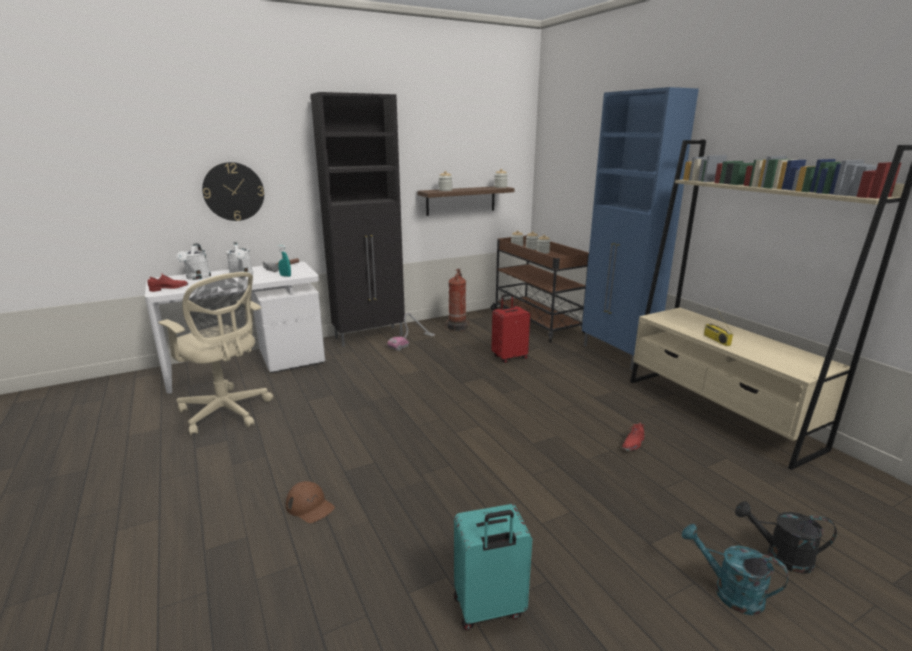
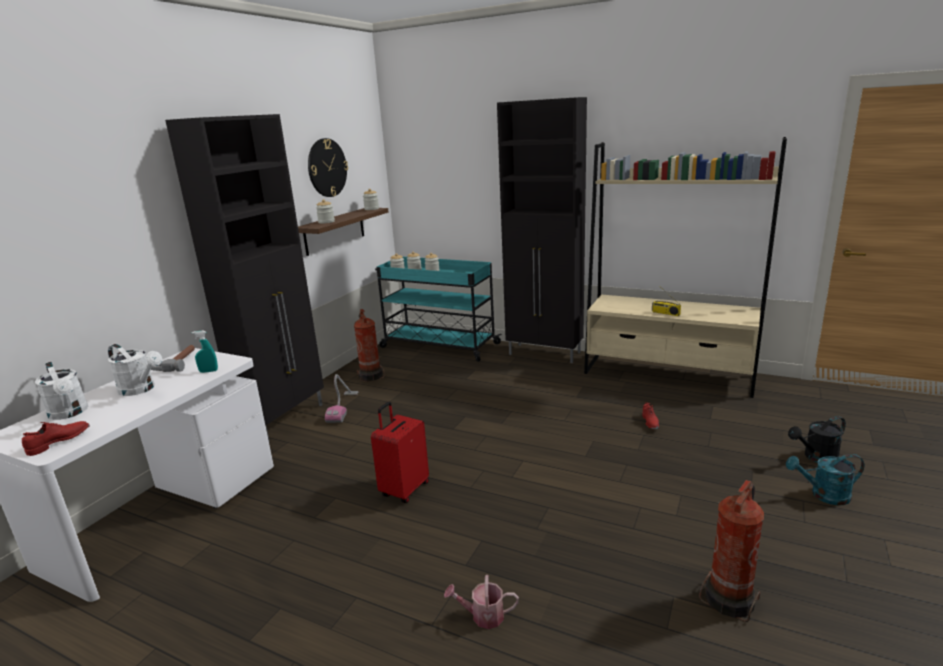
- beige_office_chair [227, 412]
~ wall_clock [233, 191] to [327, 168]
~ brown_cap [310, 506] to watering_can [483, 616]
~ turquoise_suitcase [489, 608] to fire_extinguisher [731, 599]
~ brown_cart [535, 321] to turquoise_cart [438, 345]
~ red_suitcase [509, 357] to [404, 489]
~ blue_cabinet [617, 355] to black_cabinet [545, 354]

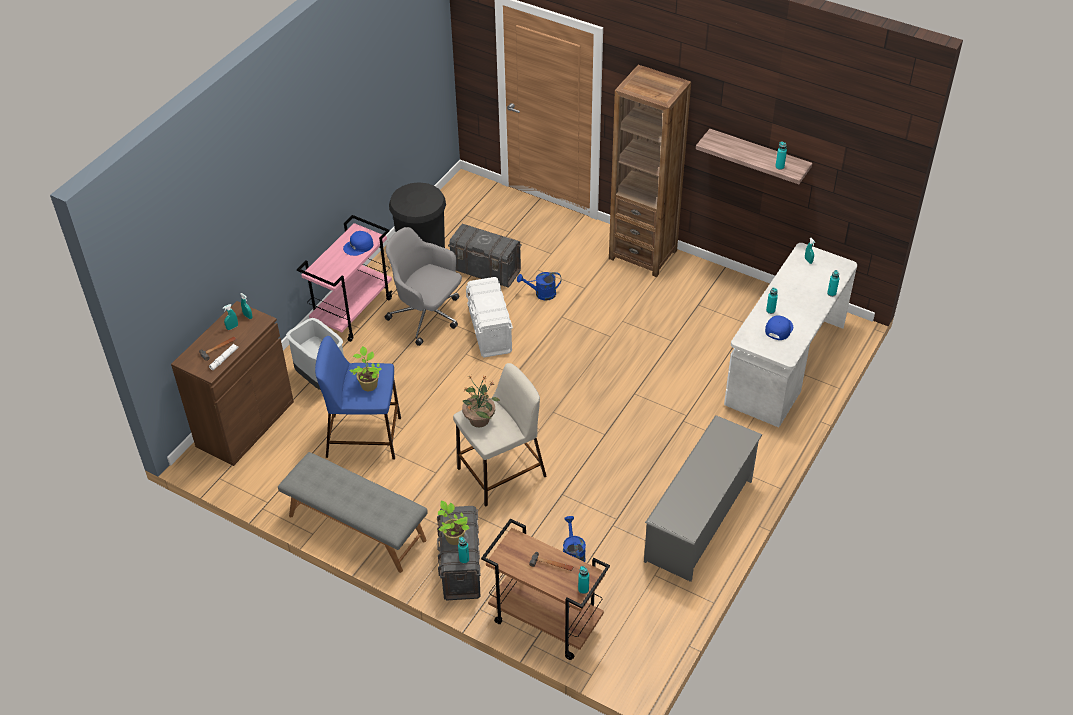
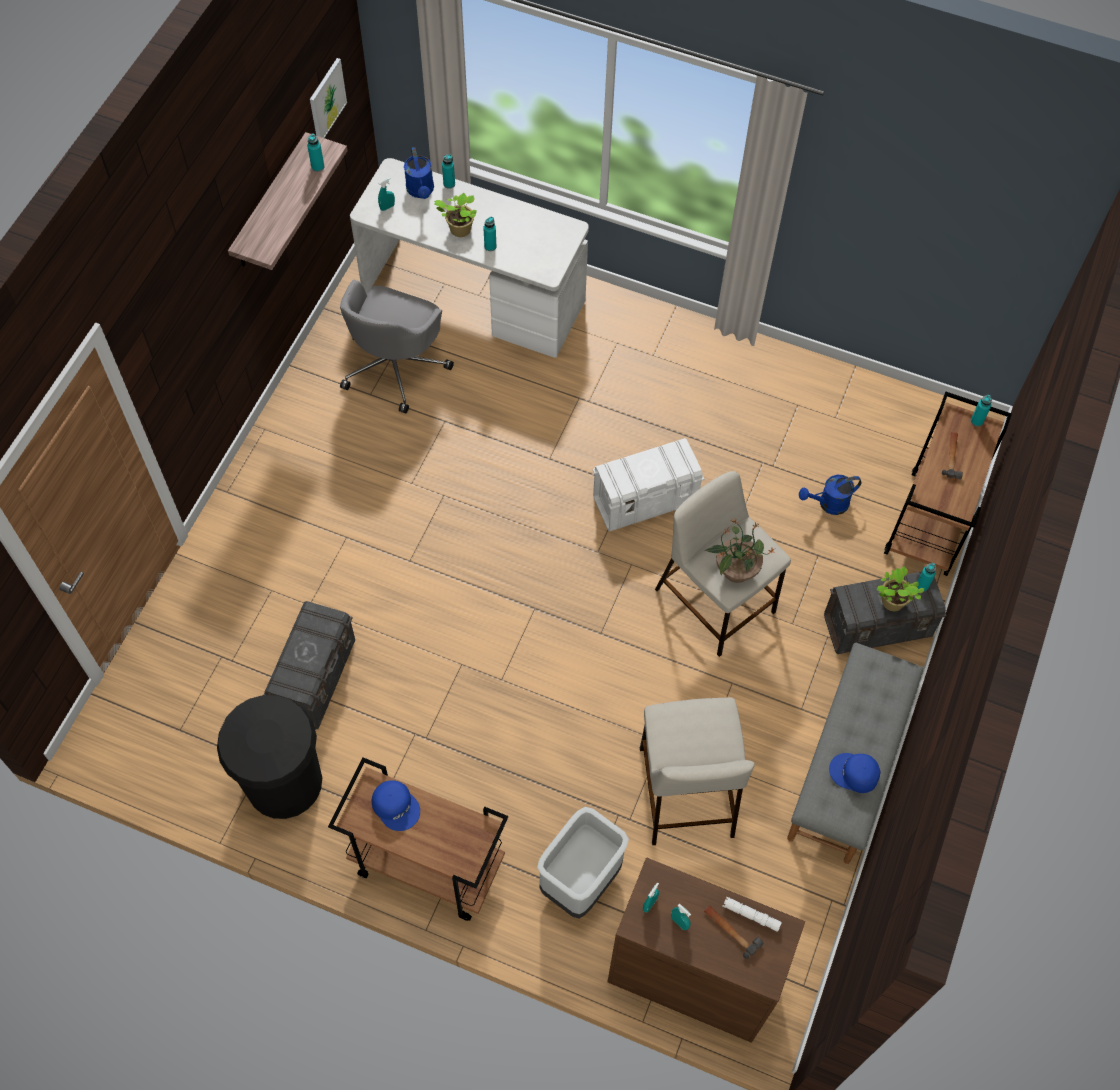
~ pink_cart [353, 311] to brown_cart [426, 865]
~ blue_stool [365, 436] to beige_stool [685, 790]
~ potted_plant [368, 384] to [459, 230]
~ grey_office_chair [427, 316] to [395, 366]
~ white_storage_box [490, 332] to [645, 501]
~ blue_watering_can [541, 294] to [421, 191]
- brown_bookcase [643, 254]
- grey_shoe_rack [699, 520]
~ blue_cap [778, 329] to [854, 773]
+ picture [327, 100]

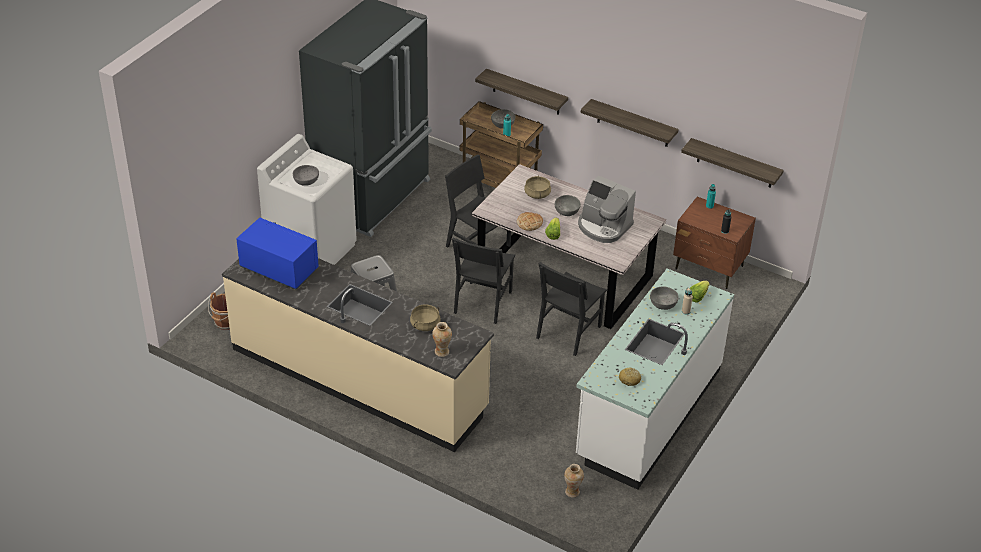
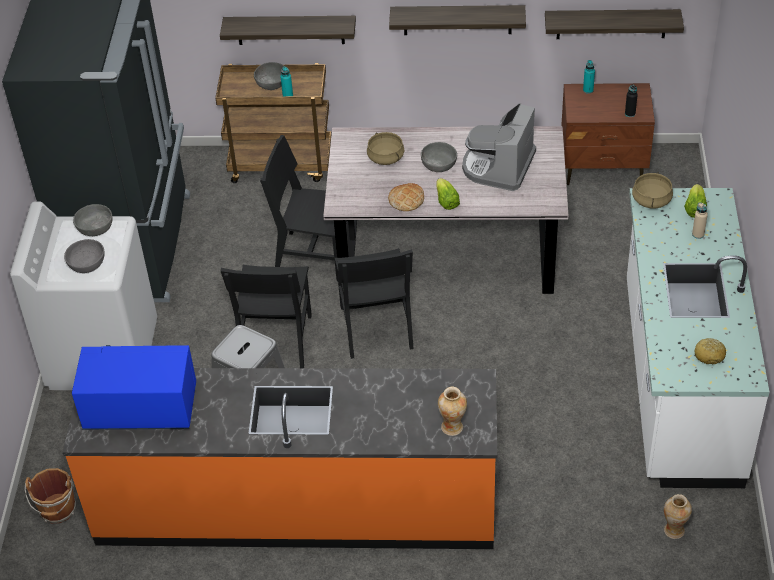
~ beige_counter [359, 378] to orange_counter [296, 505]
~ beige_cooking_pot [425, 325] to [651, 200]
~ black_chair [568, 332] to [276, 340]
~ coffee_machine [603, 226] = [498, 166] 105 degrees clockwise
~ grey_bowl [663, 303] to [95, 228]

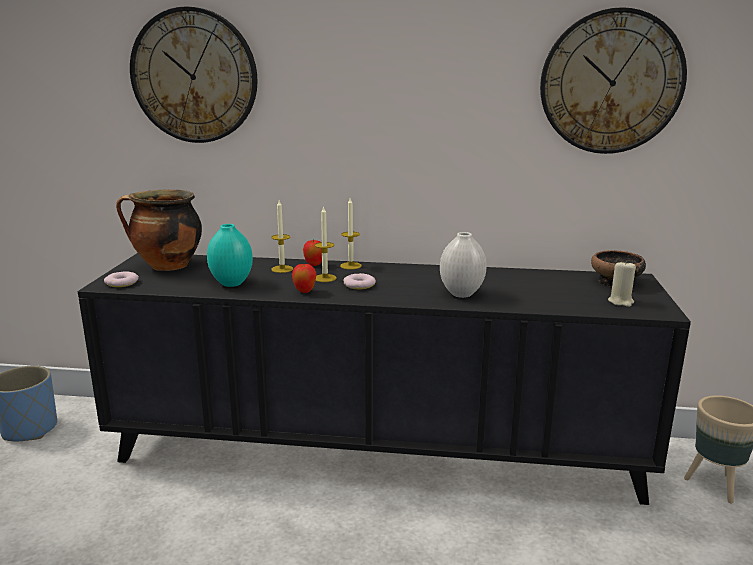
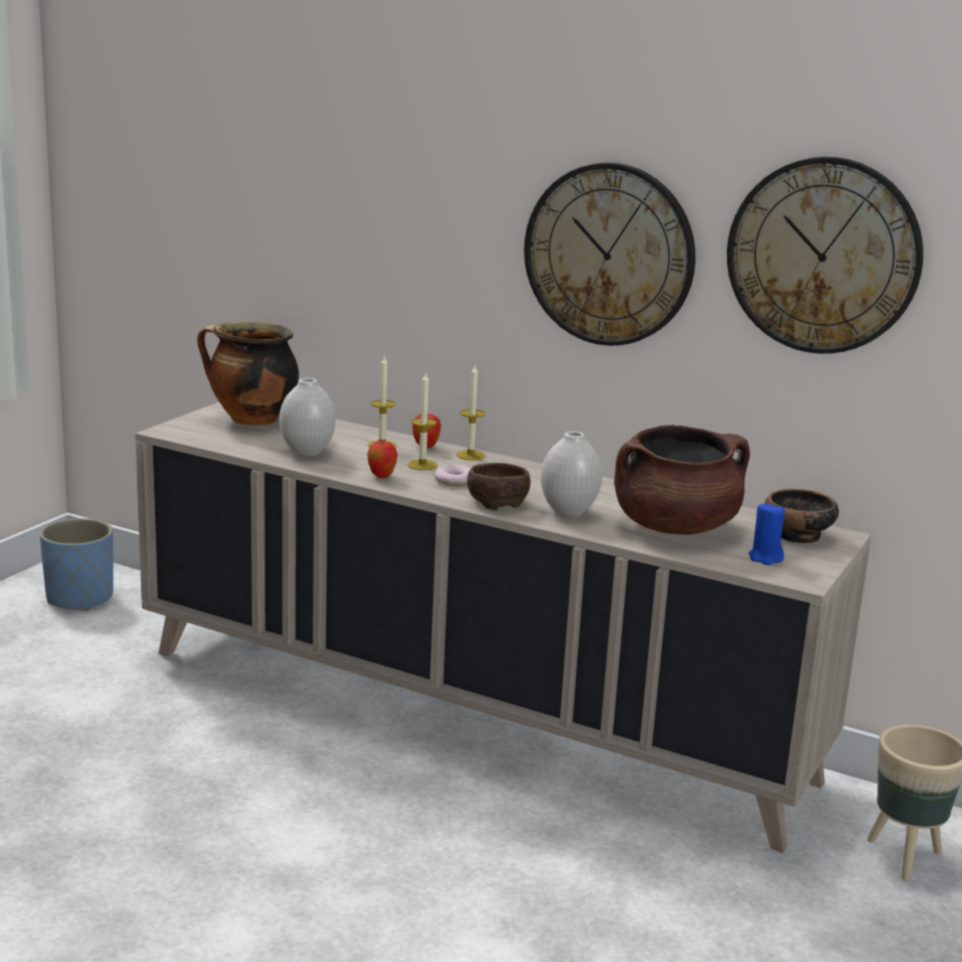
~ black_cabinet [376, 451] to beige_cabinet [469, 713]
- donut [121, 283]
~ wall_clock [194, 76] to [609, 254]
~ turquoise_vase [232, 283] to white_vase [308, 452]
~ beige_candle [621, 301] to blue_candle [765, 558]
+ brown_bowl [496, 501]
+ brown_cooking_pot [675, 527]

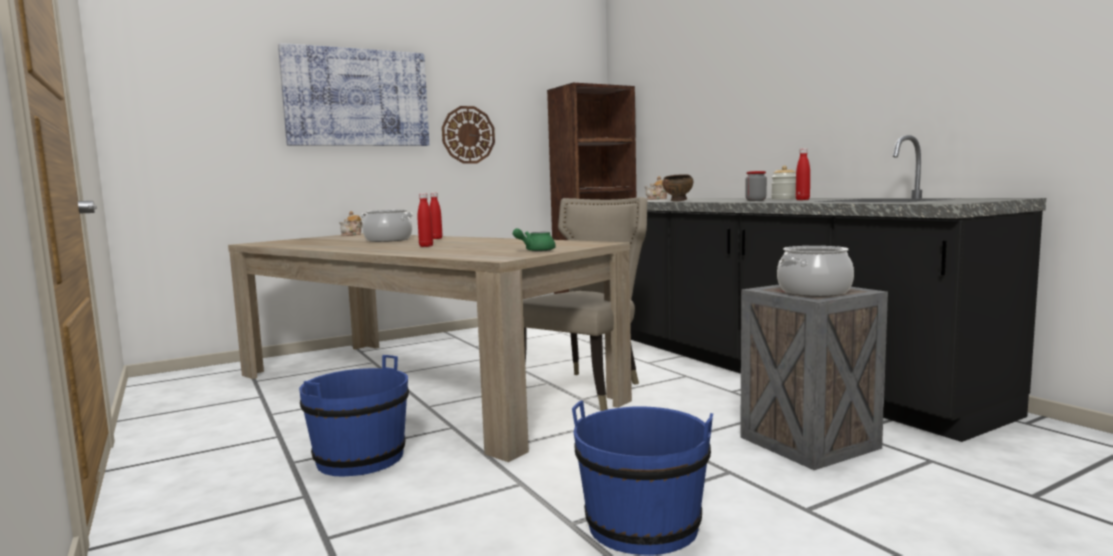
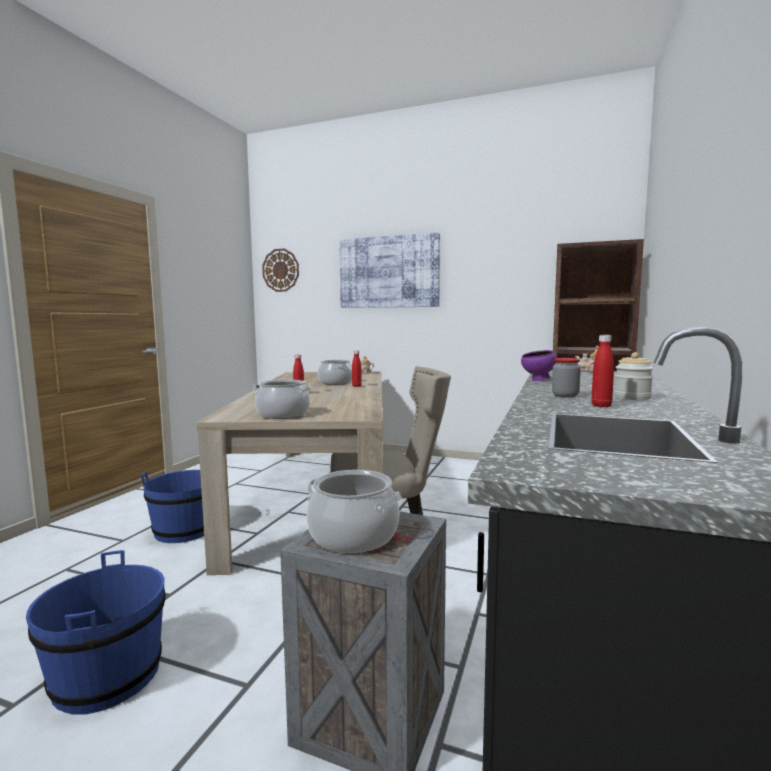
~ wall_clock [468, 135] to [280, 270]
~ green_teapot [535, 251] to cooking_pot [283, 415]
~ brown_bowl [678, 201] to purple_bowl [538, 380]

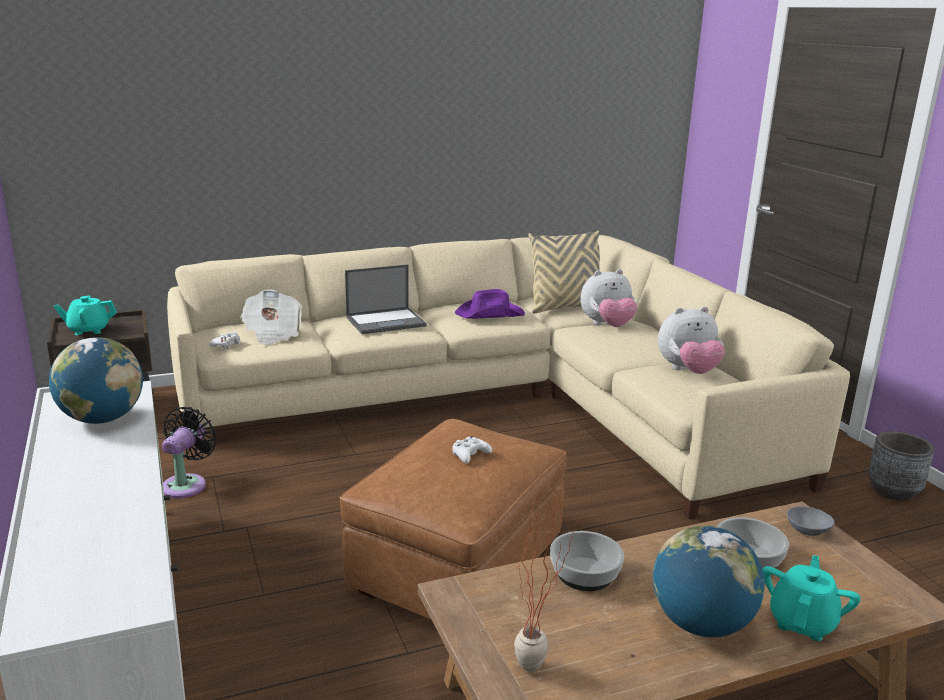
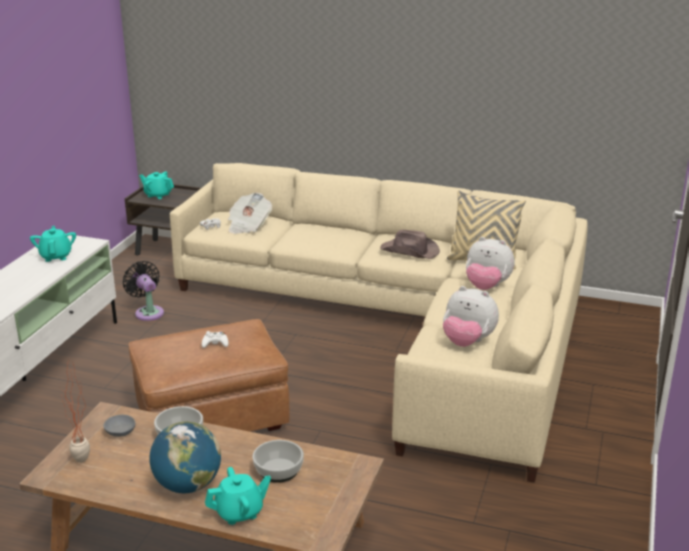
~ globe [102, 419] to turquoise_teapot [56, 256]
~ black_fan [187, 484] = [148, 312] 90 degrees counterclockwise
- laptop [386, 321]
~ purple_hat [490, 314] to brown_hat [410, 251]
~ grey_bowl [808, 528] to [121, 431]
- grey_planter [893, 491]

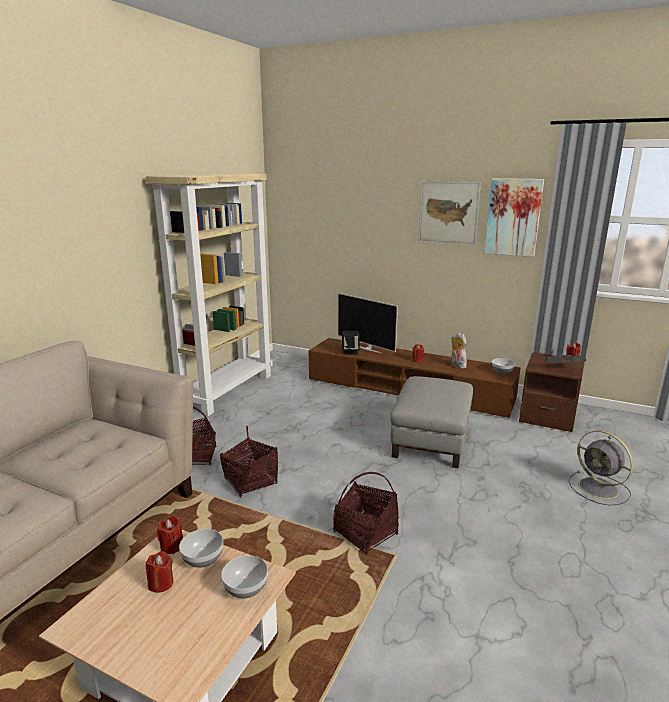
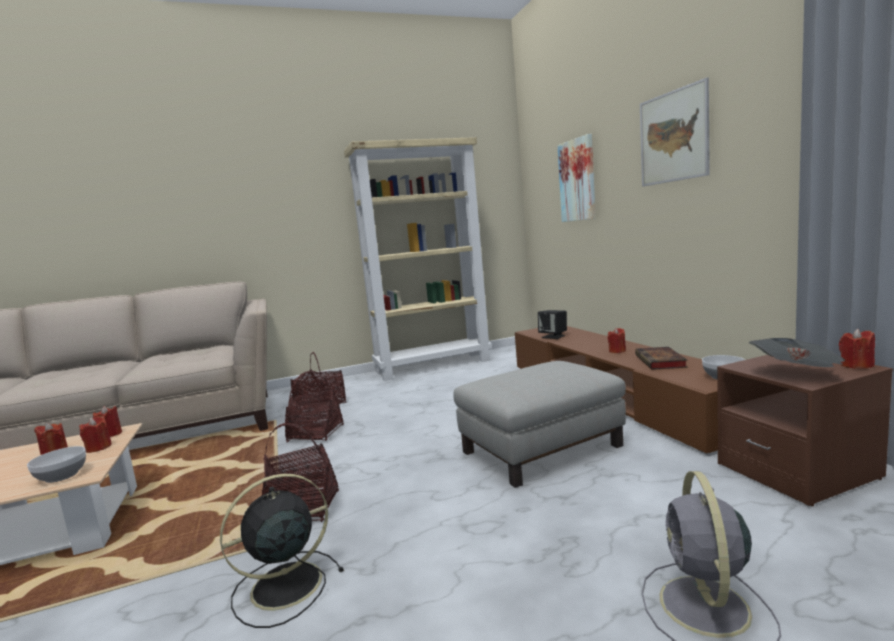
~ bowl [202, 559] to red_candle [98, 448]
- television [367, 348]
~ plush_toy [457, 365] to book [661, 362]
~ picture [513, 217] to [577, 180]
+ black_fan [283, 586]

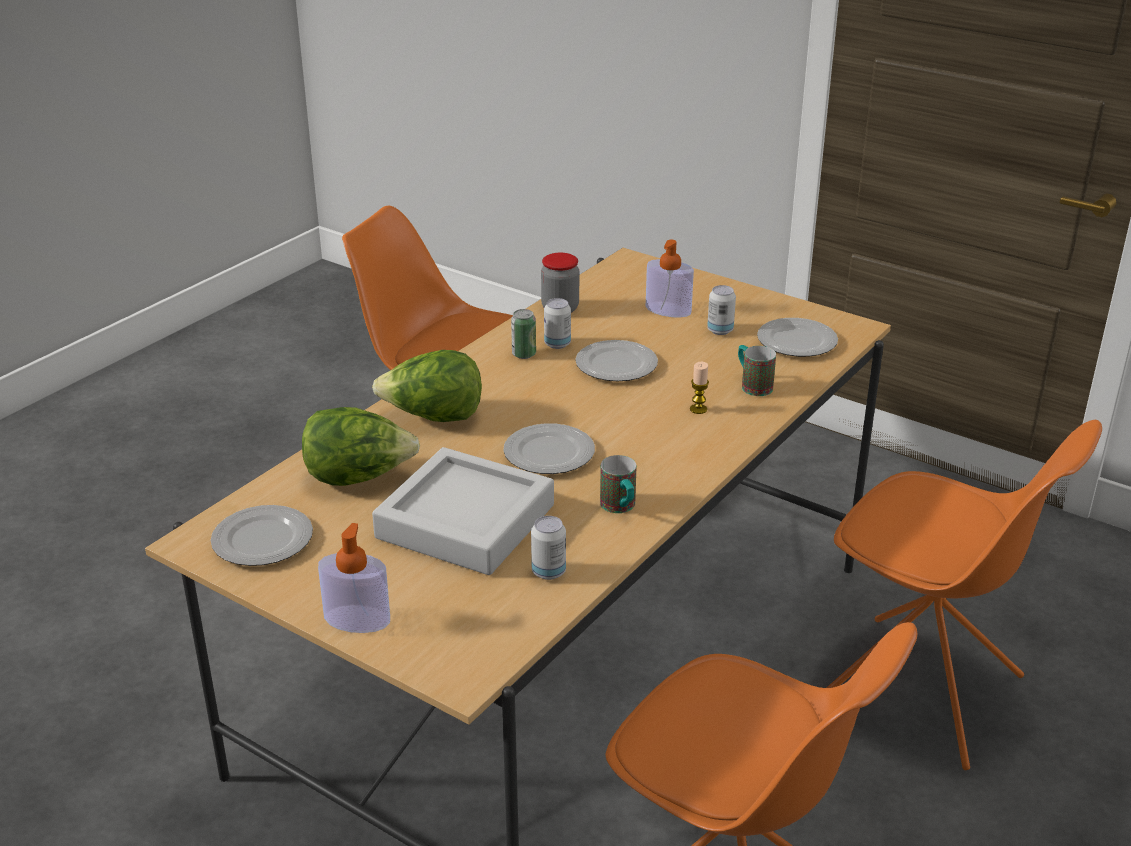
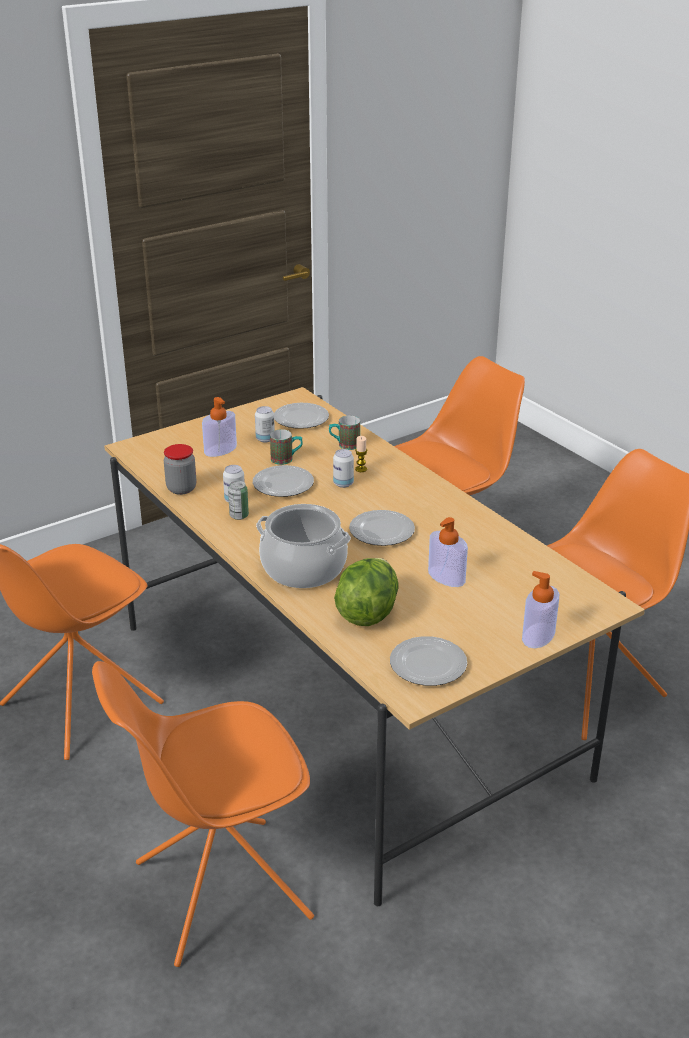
~ lettuce [433, 418] to cooking_pot [304, 568]
~ grey_tray [465, 521] to soap_dispenser [446, 577]
~ can [548, 572] to [343, 484]
~ mug [620, 508] to [286, 459]
+ orange_chair [218, 891]

